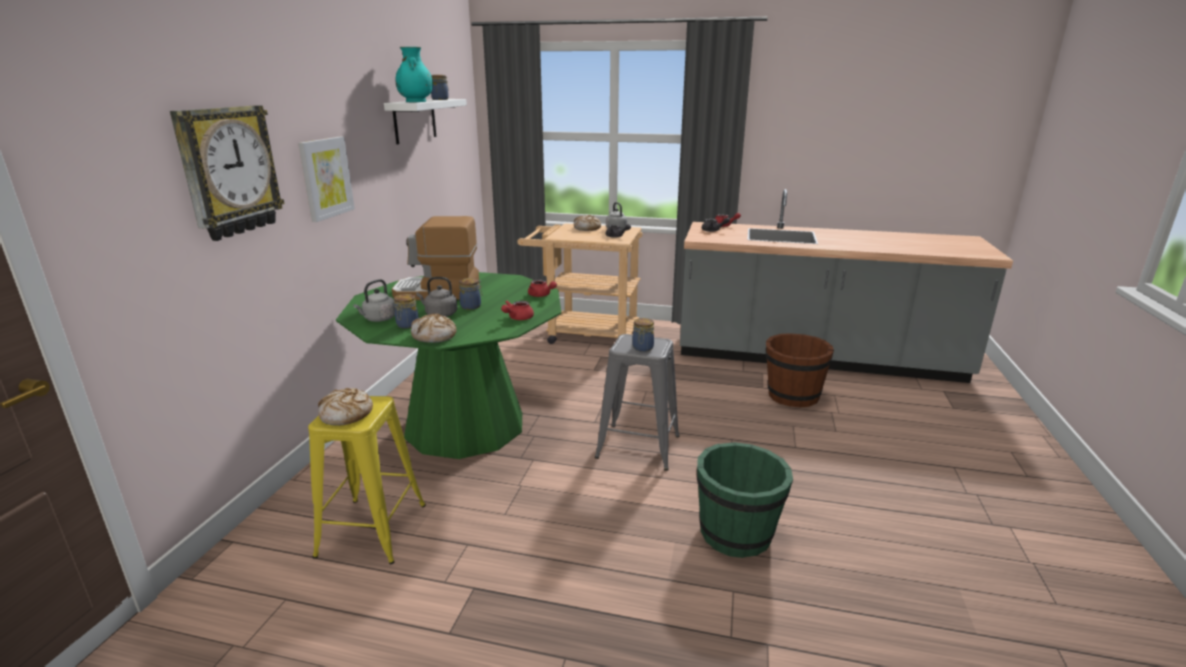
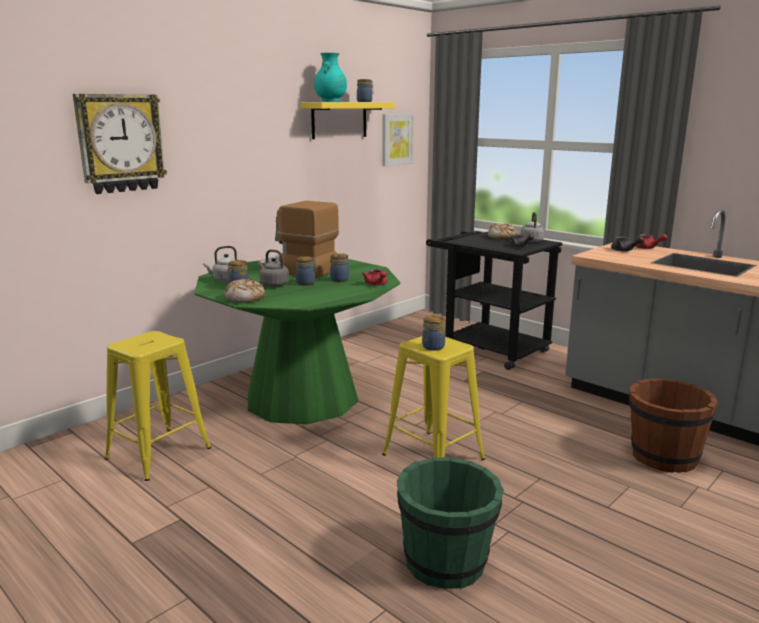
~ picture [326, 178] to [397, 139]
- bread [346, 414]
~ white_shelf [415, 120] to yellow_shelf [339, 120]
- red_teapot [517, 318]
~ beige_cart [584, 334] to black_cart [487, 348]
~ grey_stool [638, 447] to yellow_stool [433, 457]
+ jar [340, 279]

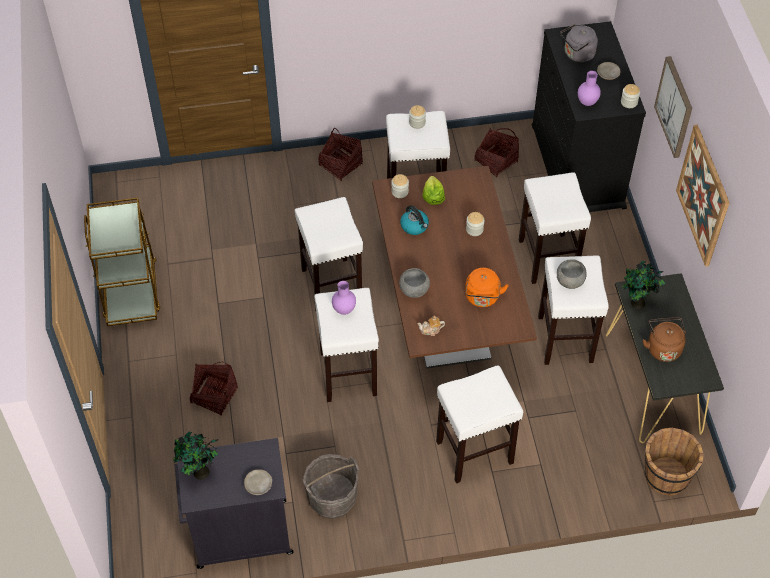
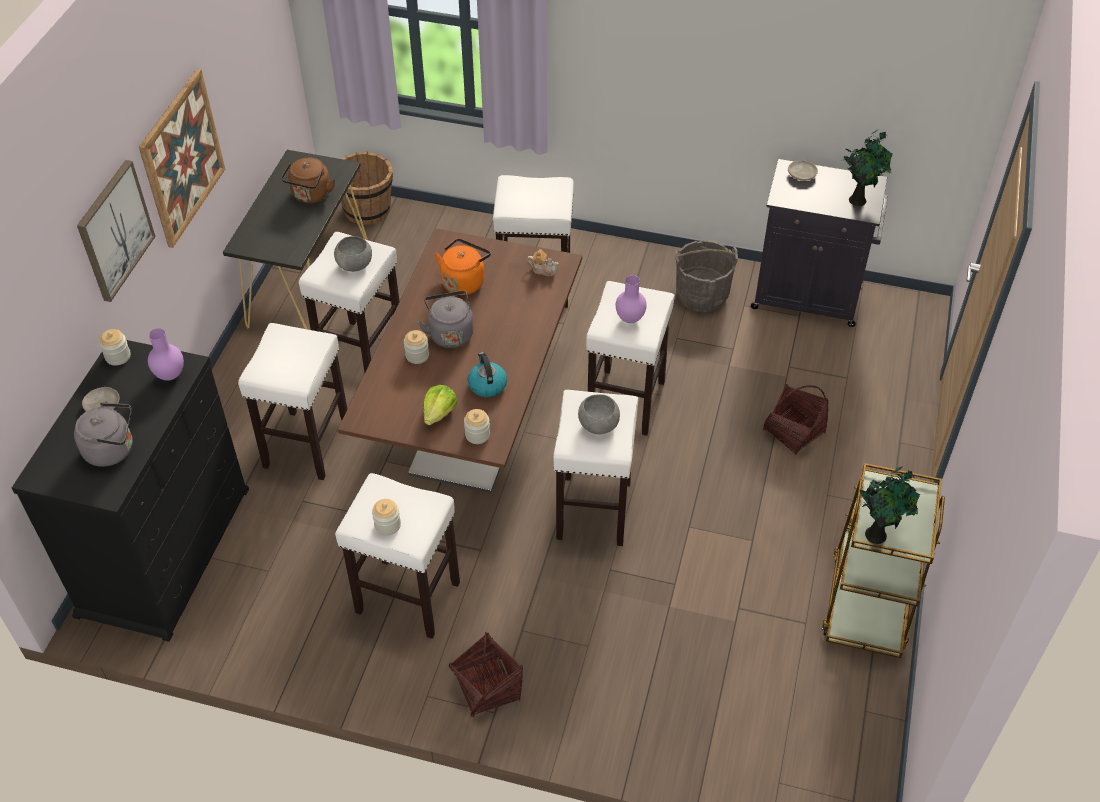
~ grey_bowl [414, 290] to [598, 424]
- basket [496, 161]
~ potted_plant [637, 304] to [877, 534]
+ grey_kettle [450, 333]

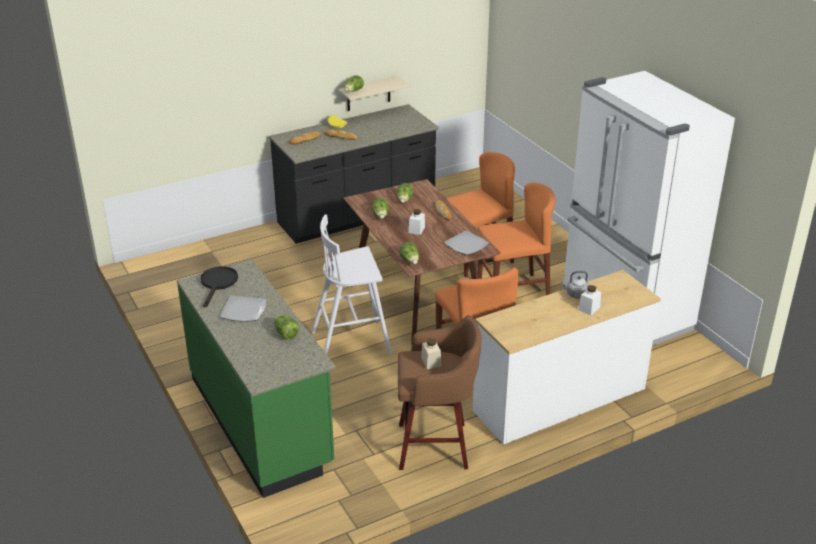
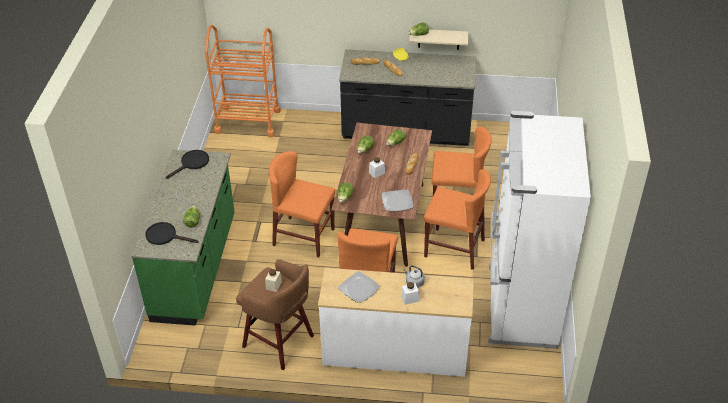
~ plate [244, 311] to [359, 289]
~ white_stool [352, 343] to orange_chair [304, 237]
+ black_frying_pan [165, 236]
+ orange_cart [248, 121]

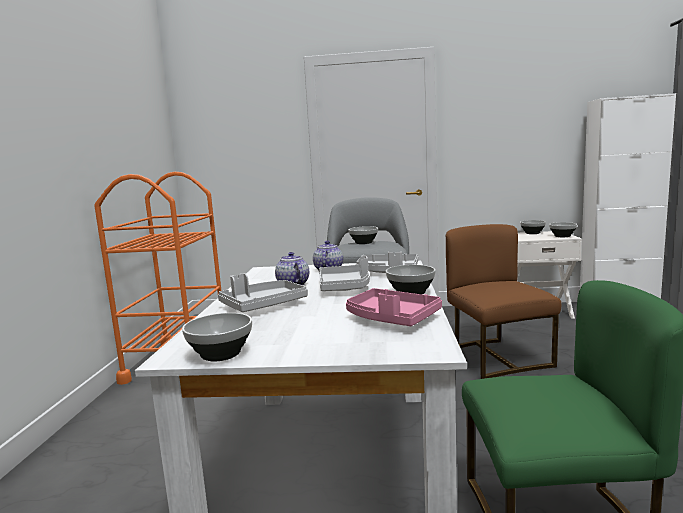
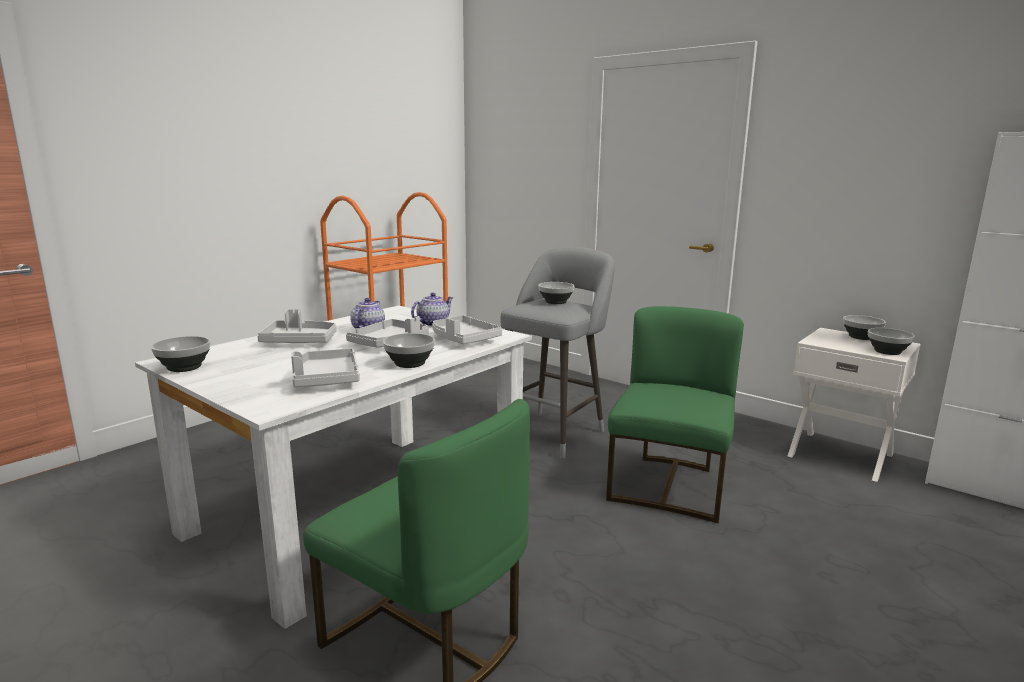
~ pink_tray [391, 319] to grey_tray [326, 379]
~ brown_chair [497, 357] to green_chair [669, 486]

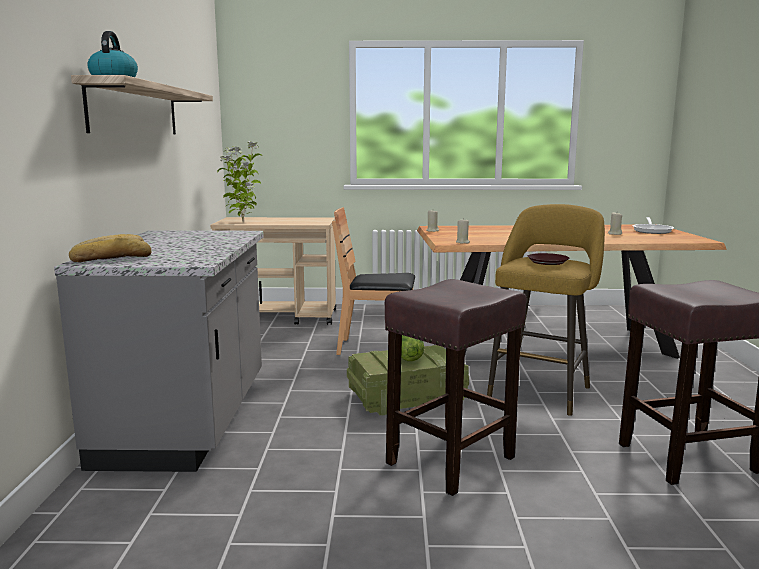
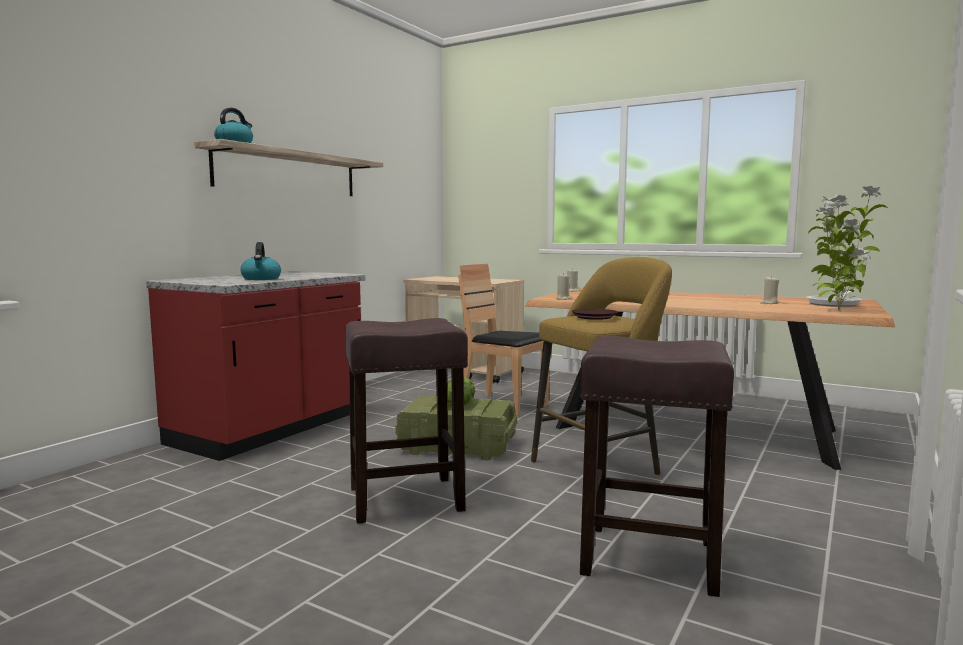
~ grey_counter [188, 421] to red_counter [271, 429]
- bread [111, 258]
~ potted_plant [242, 221] to [837, 310]
+ kettle [261, 279]

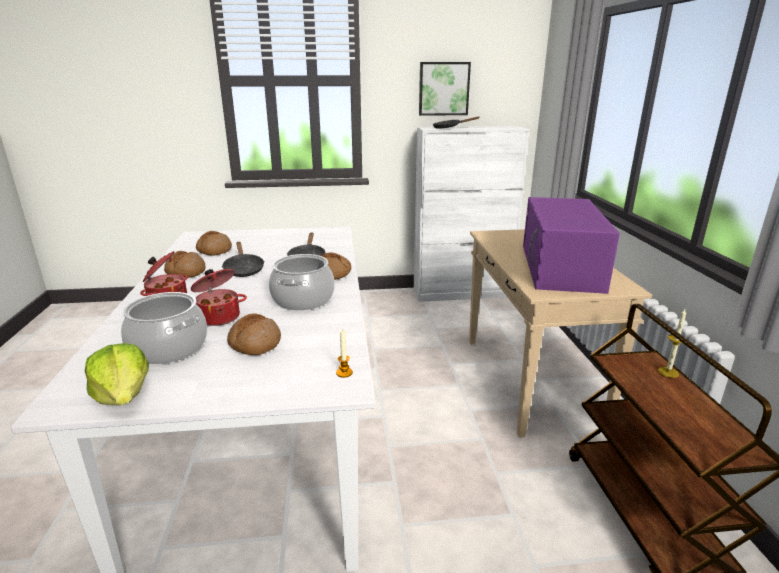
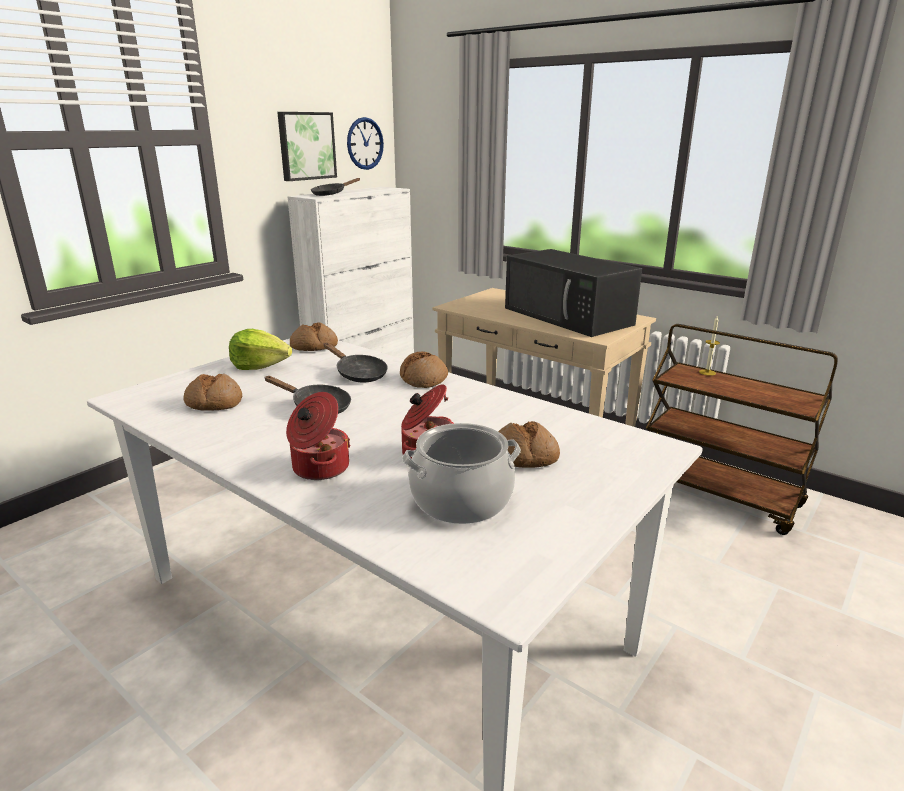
~ lettuce [123, 395] to [260, 366]
~ bread [185, 272] to [314, 346]
- cooking_pot [303, 299]
- candle [344, 373]
~ purple_microwave [561, 267] to black_microwave [569, 316]
+ wall_clock [365, 143]

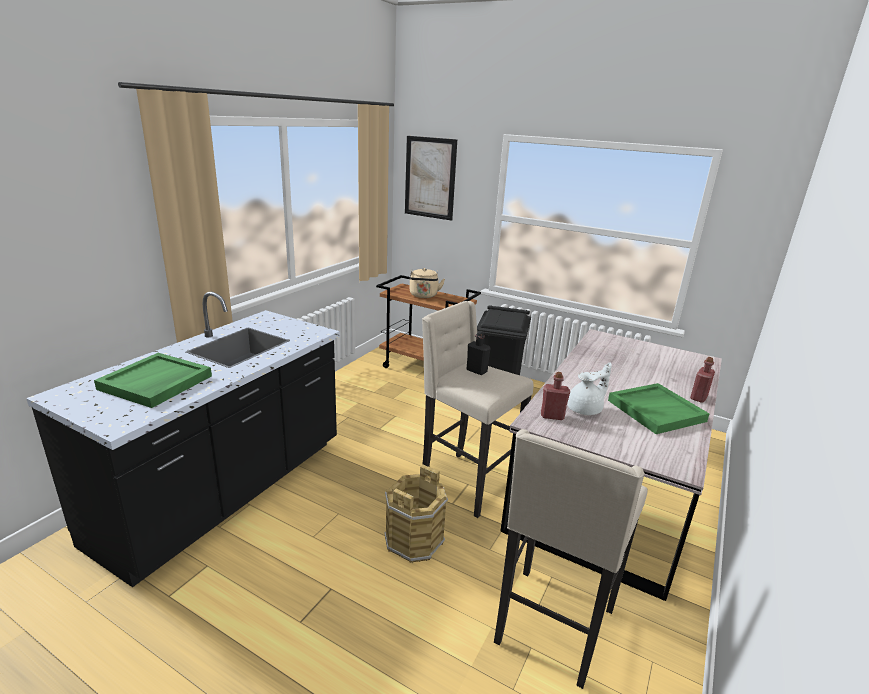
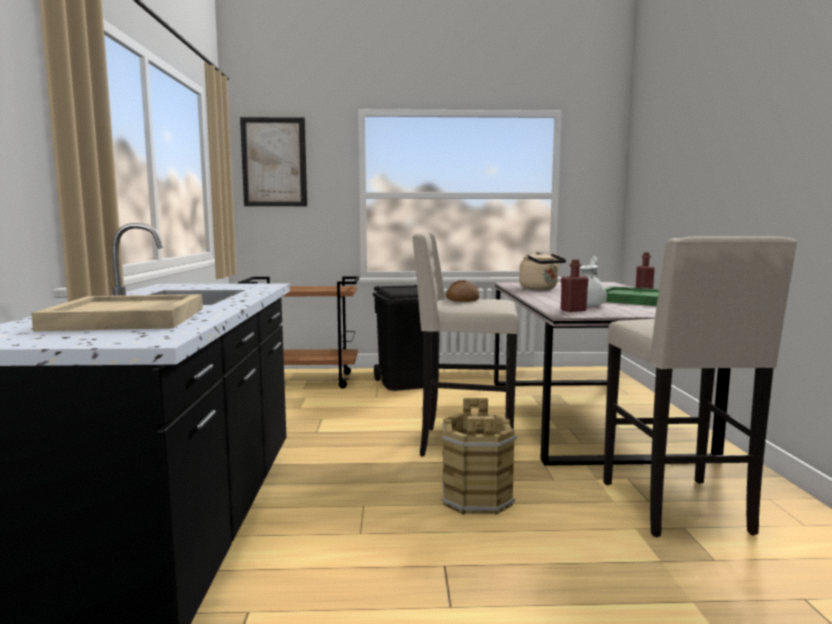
~ green_tray [156, 383] to beige_tray [128, 319]
~ beige_kettle [423, 296] to [540, 288]
~ black_bottle [476, 371] to bread [462, 300]

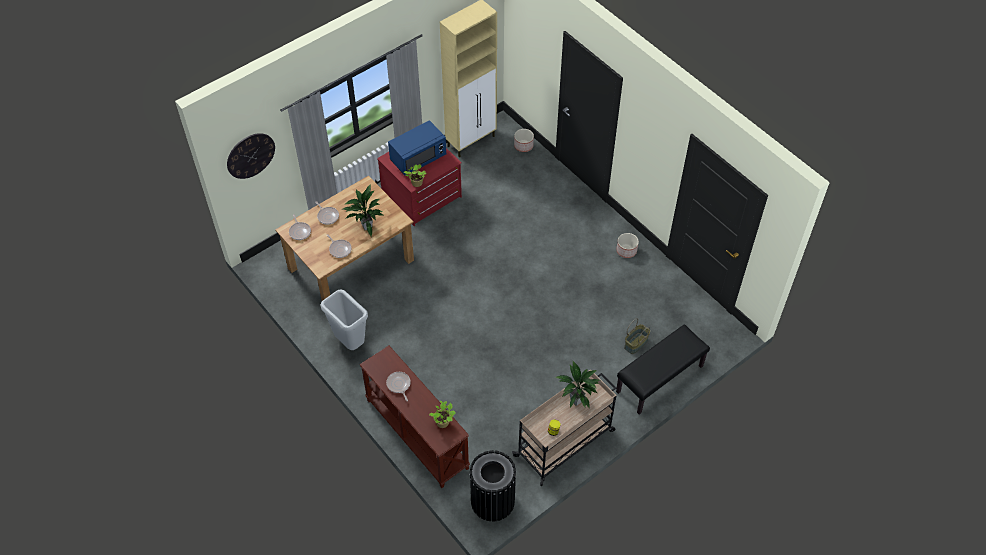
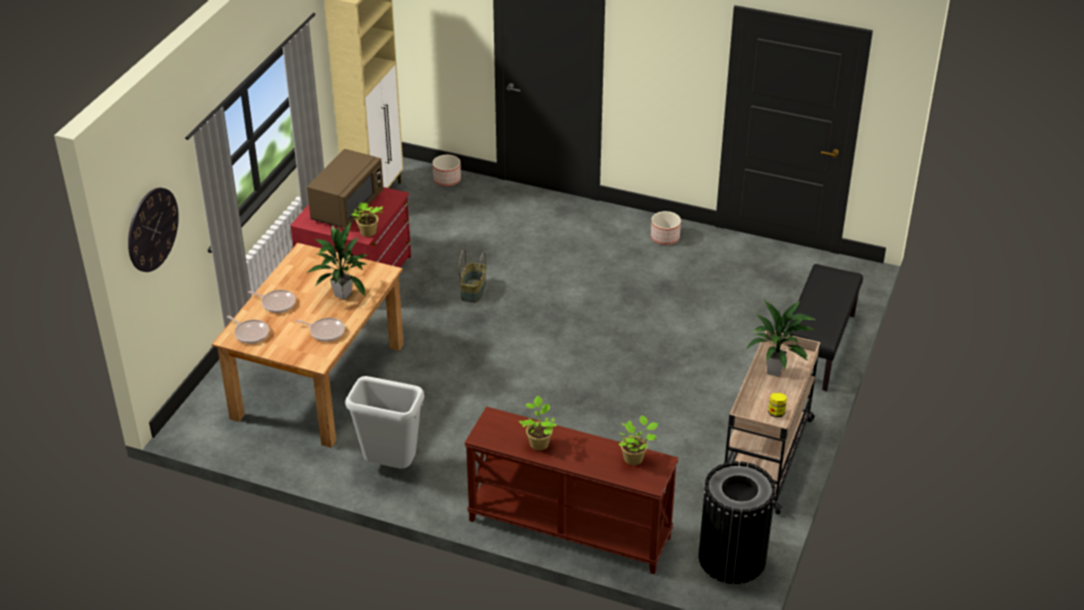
~ frying_pan [399, 385] to potted_plant [539, 443]
~ blue_microwave [418, 158] to brown_microwave [347, 207]
~ basket [635, 343] to [473, 291]

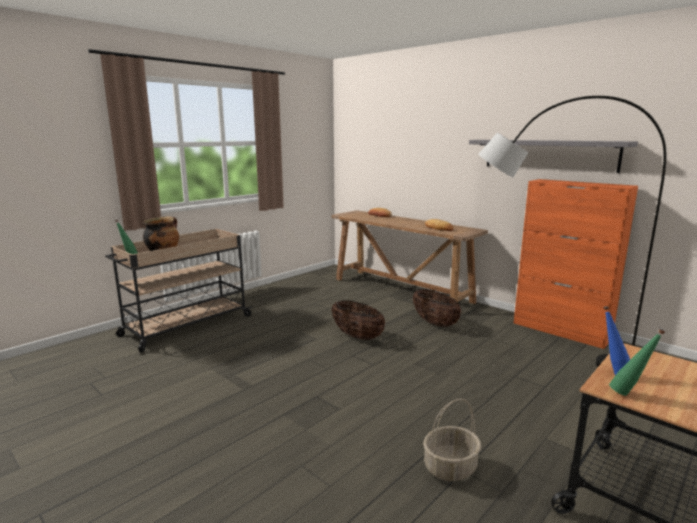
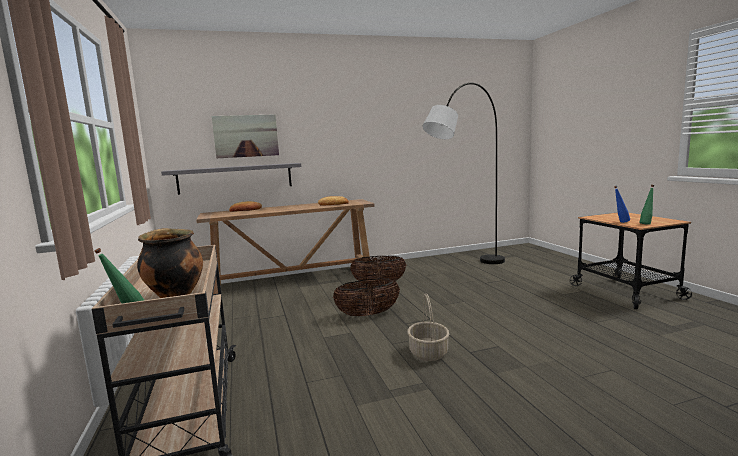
~ basket [450, 468] to [429, 353]
~ grey_shelf [548, 155] to [235, 178]
- orange_cabinet [561, 331]
+ picture [246, 136]

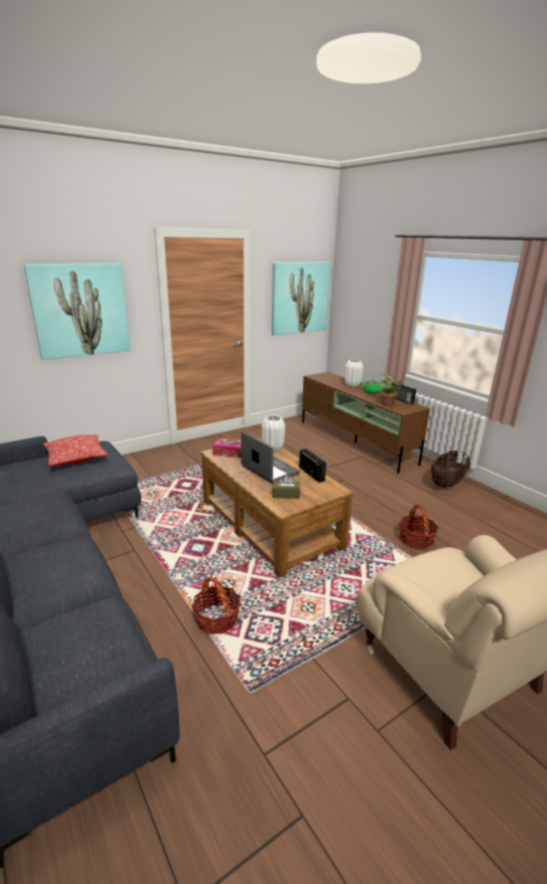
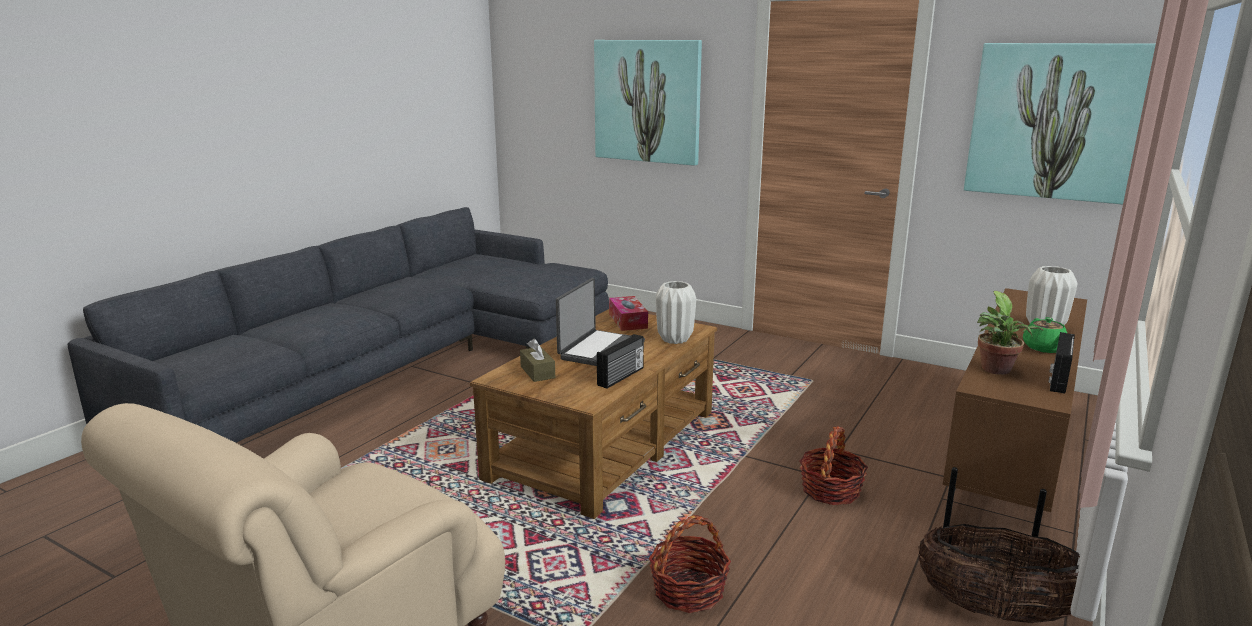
- pillow [76, 458]
~ basket [216, 619] to [830, 490]

